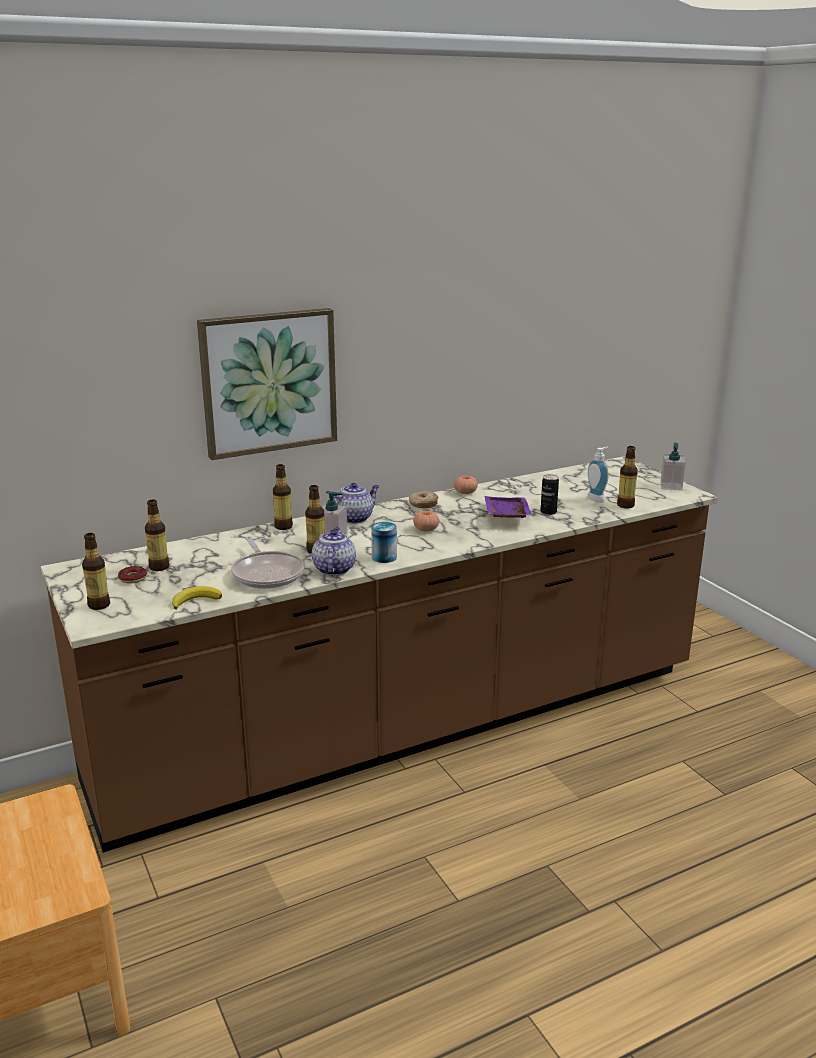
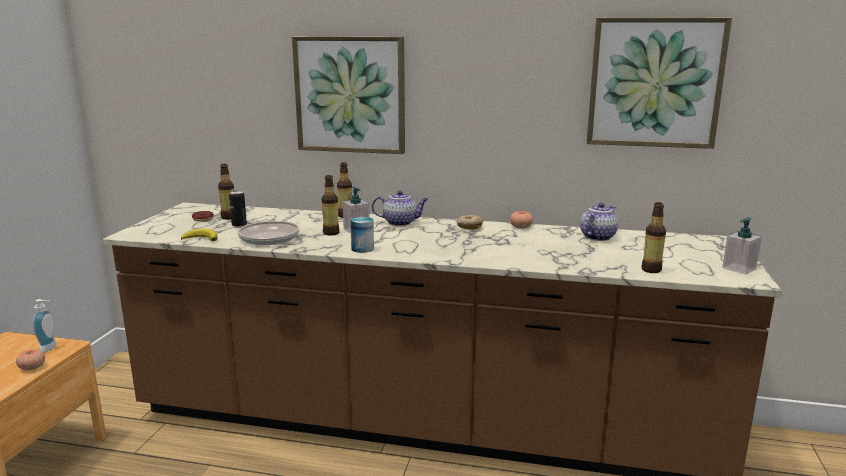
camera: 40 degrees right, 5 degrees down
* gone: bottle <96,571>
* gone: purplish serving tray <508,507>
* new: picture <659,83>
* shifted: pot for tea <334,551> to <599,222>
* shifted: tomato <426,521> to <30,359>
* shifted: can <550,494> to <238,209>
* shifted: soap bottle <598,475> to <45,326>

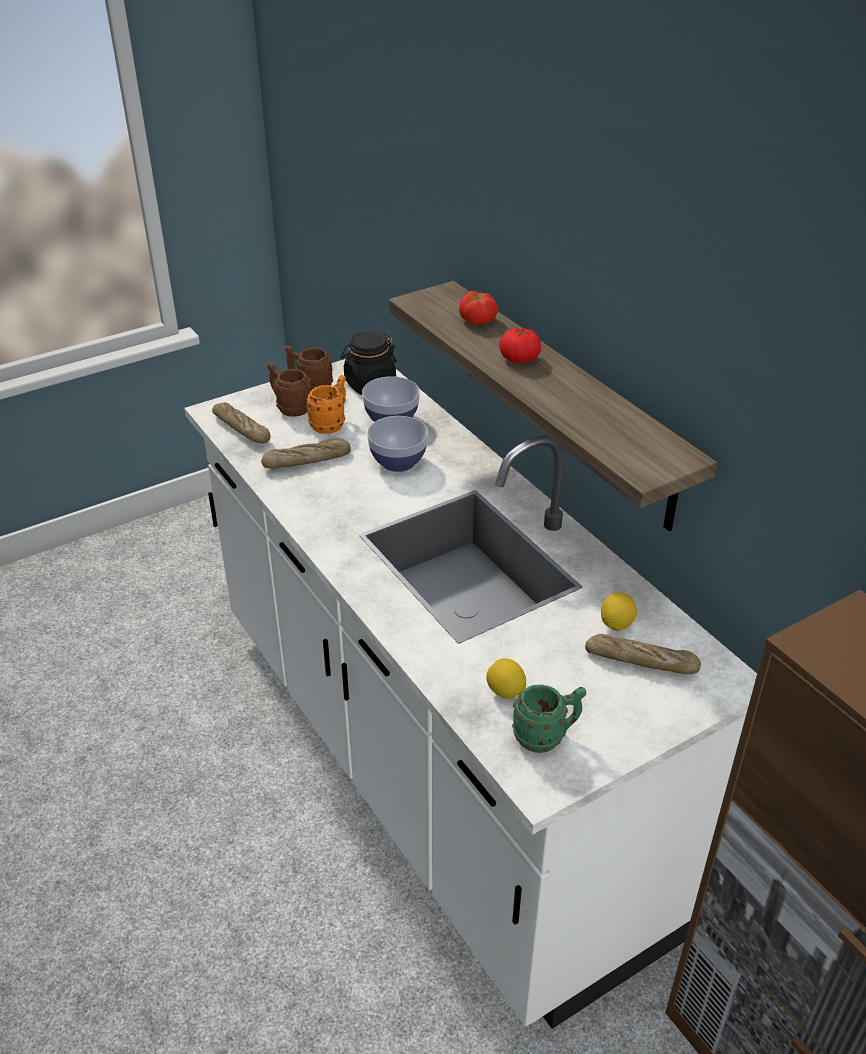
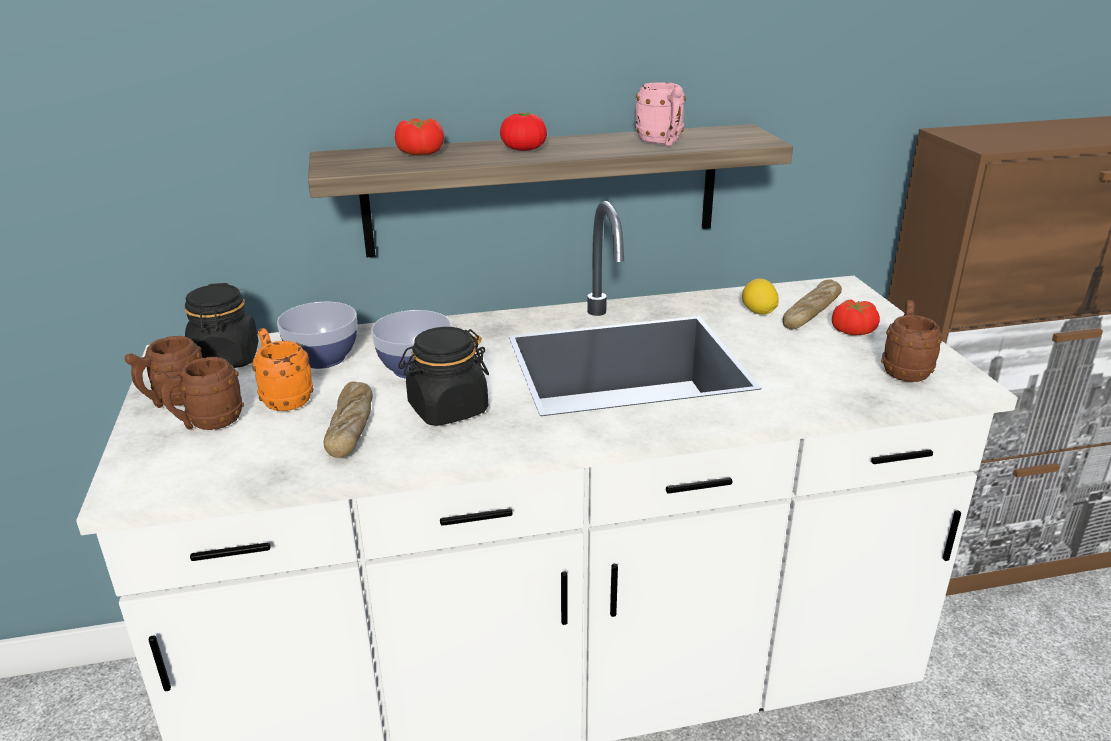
camera: 70 degrees left, 10 degrees down
* gone: baked bread <241,423>
* gone: lemon <506,678>
* new: blackish preserve jar <443,376>
* new: pink coffee mug <660,114>
* new: tomato <856,317>
* repainted: green coffee mug <549,718> to brown coffee mug <912,341>

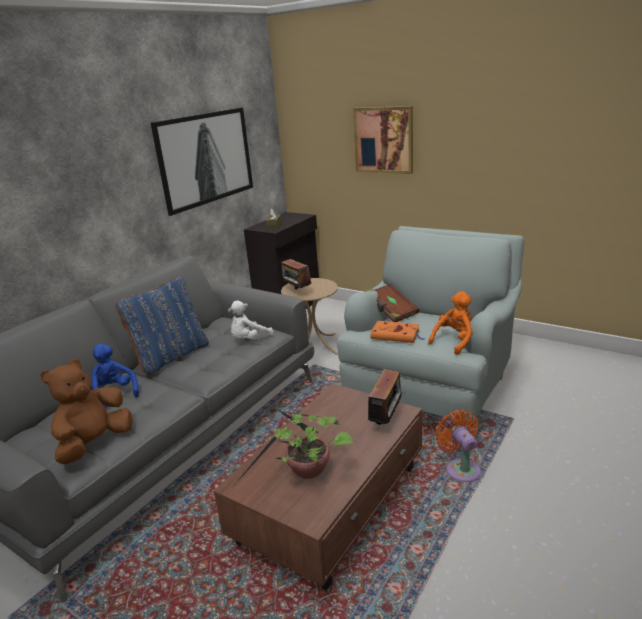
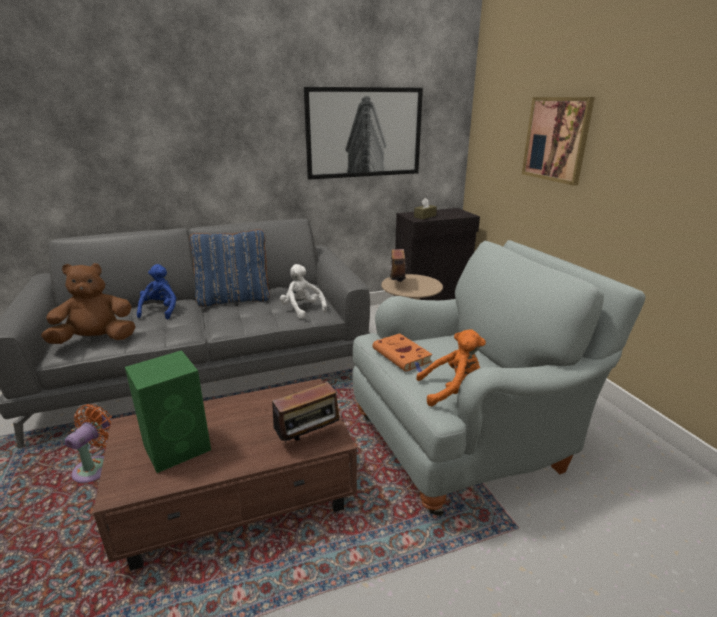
camera: 35 degrees right, 0 degrees up
* gone: brown bound book <394,303>
* shifted: orange electric fan <458,445> to <88,443>
* swapped: plant in a pot <294,446> to green speaker <168,411>
* rotated: white-coloured plush toy <251,320> = <303,291> 60 degrees clockwise

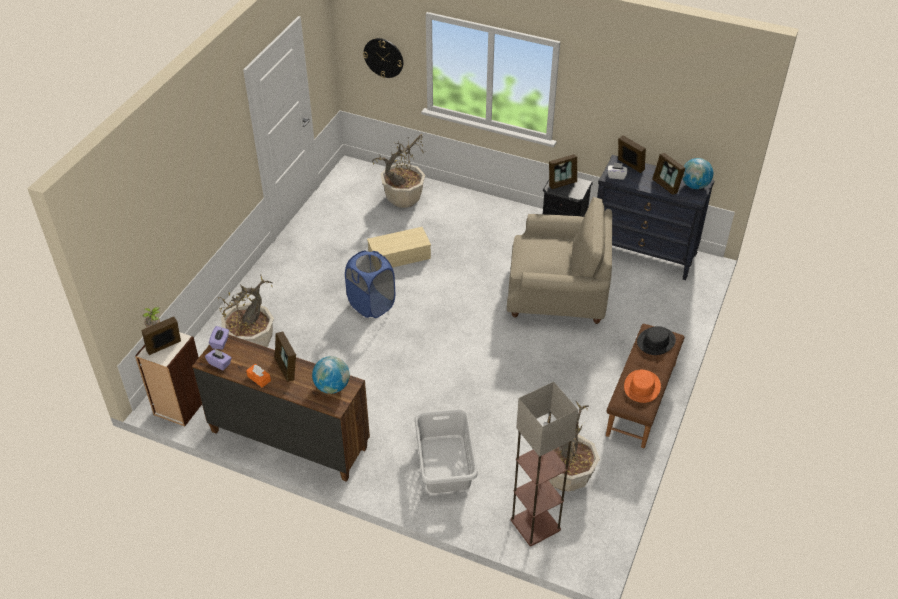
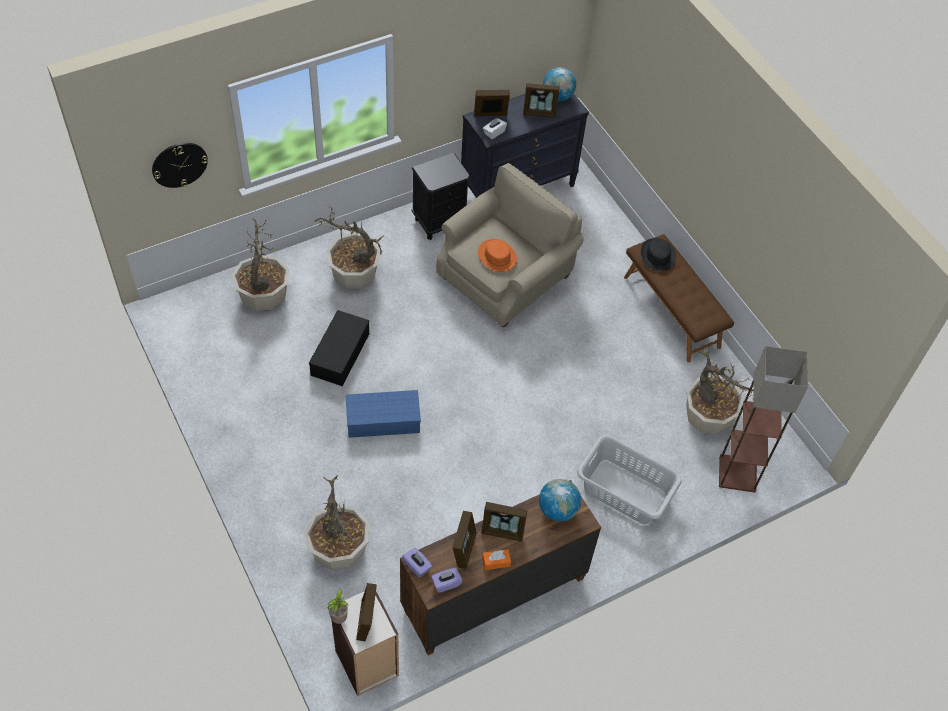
camera: 55 degrees left, 10 degrees up
* new: plant in a pot <349,247>
* shifted: standing frame <563,171> to <464,540>
* shifted: orange wearable hat <642,386> to <497,255>
* swapped: blue-coloured laundry basket <370,284> to blue-coloured storage bin <383,414>
* repainted: beige storage bin <399,247> to blackish storage bin <339,348>

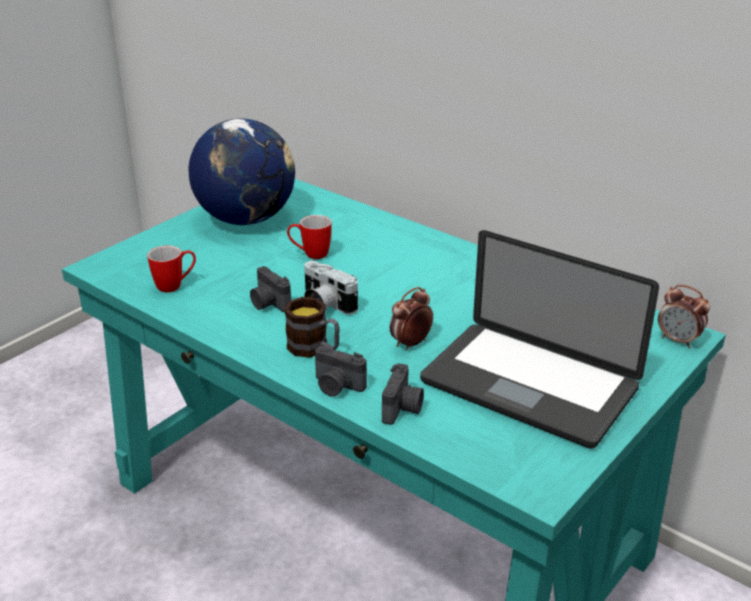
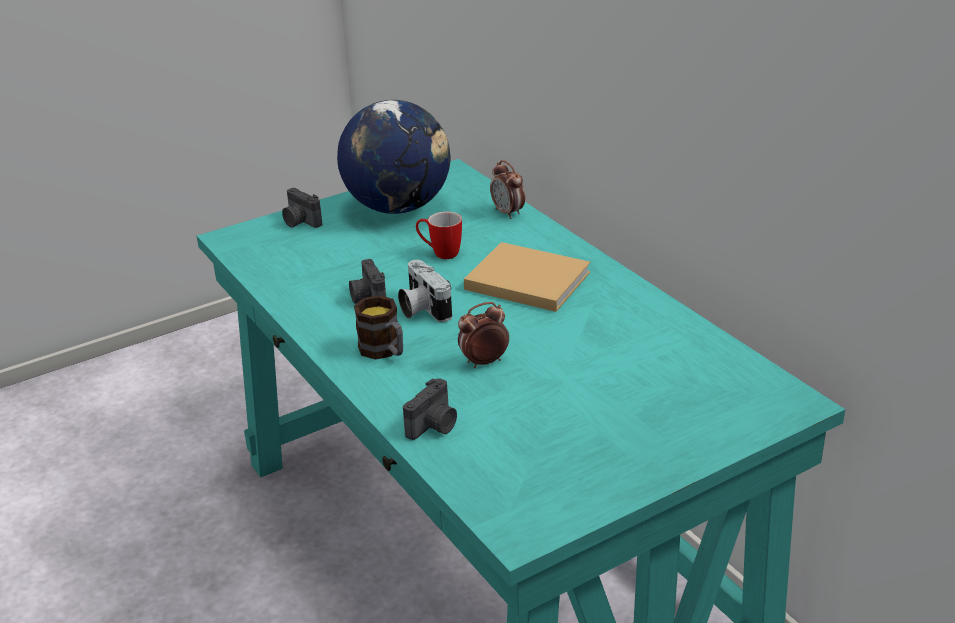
camera: 20 degrees right, 0 degrees up
* gone: coffee mug <171,268>
* gone: notebook computer <539,339>
* new: beige bound book <527,277>
* shifted: still camera <341,371> to <302,208>
* shifted: bedside clock <684,316> to <507,189>

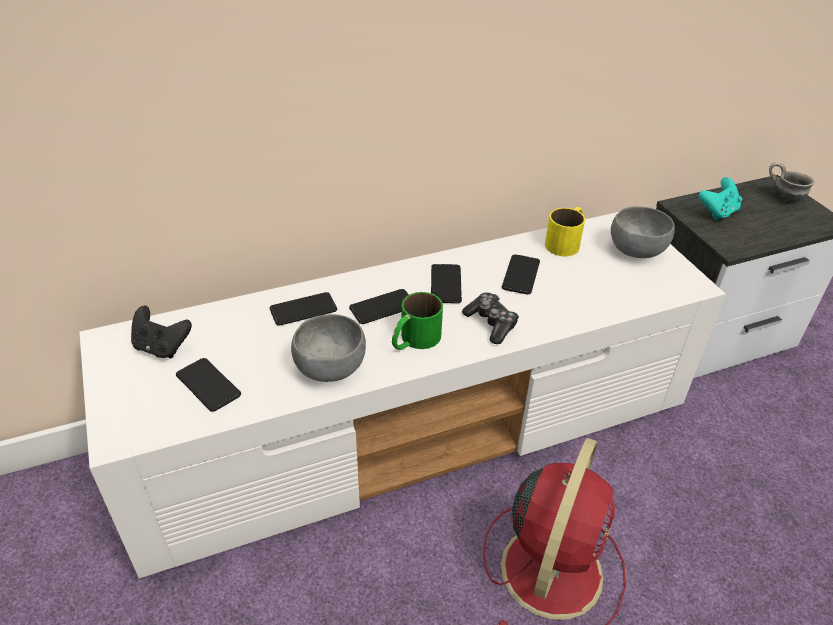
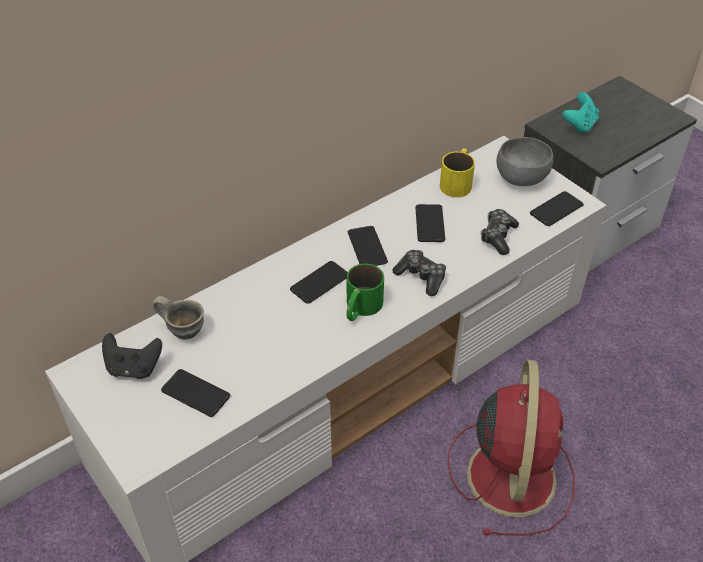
camera: 15 degrees left, 5 degrees up
* gone: grey serving bowl <328,348>
* new: joypad <500,232>
* shifted: handset <303,309> to <557,208>
* shifted: grey coffee mug <792,182> to <178,318>

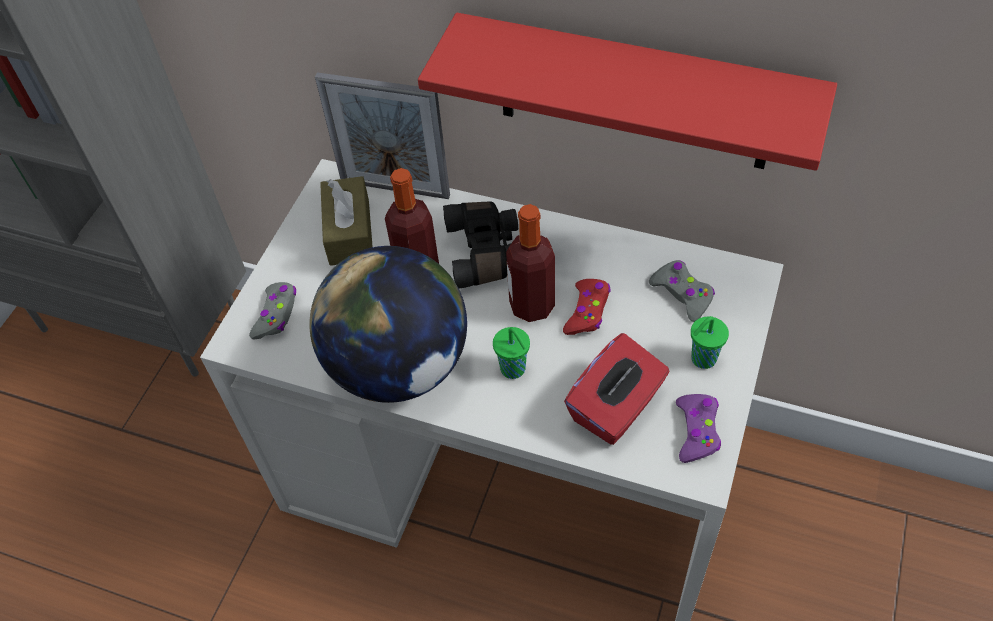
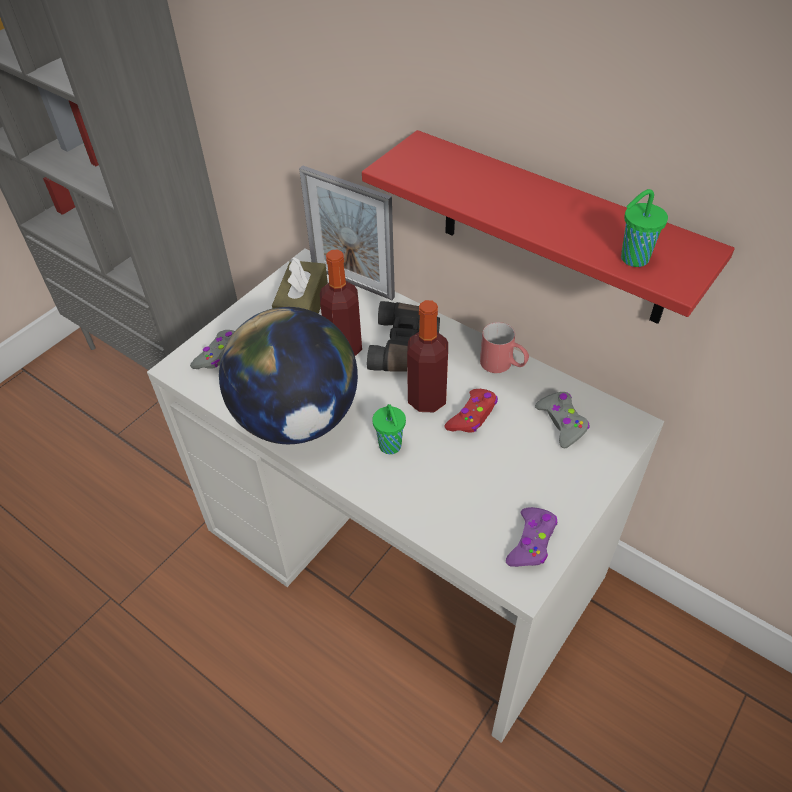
camera: 15 degrees right, 5 degrees down
* gone: reddish tissue box <617,389>
* new: reddish coffee mug <504,347>
* shifted: green small cup <710,342> to <644,228>

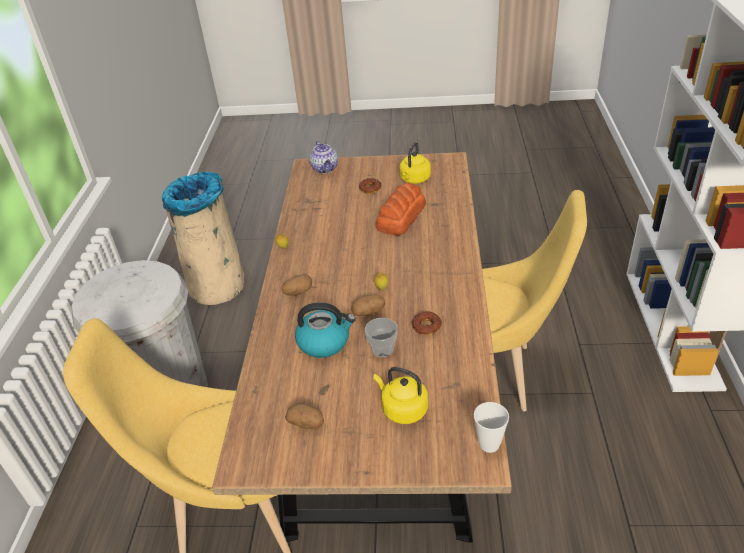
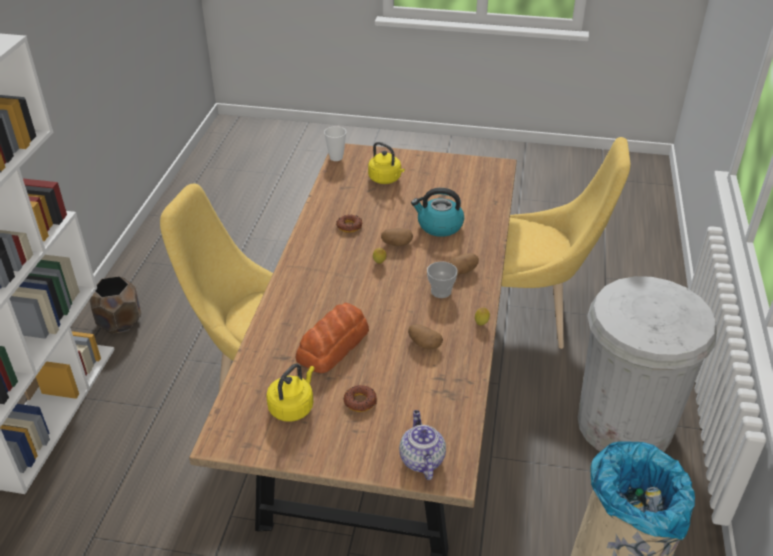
camera: 175 degrees left, 0 degrees up
* new: brown planter <115,305>
* shifted: potato <304,416> to <425,337>
* shifted: small cup <381,337> to <442,279>

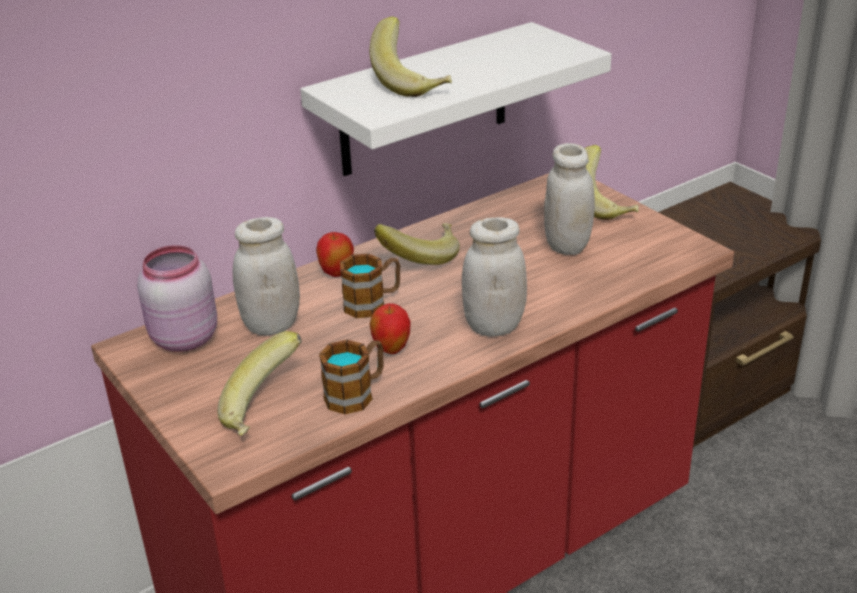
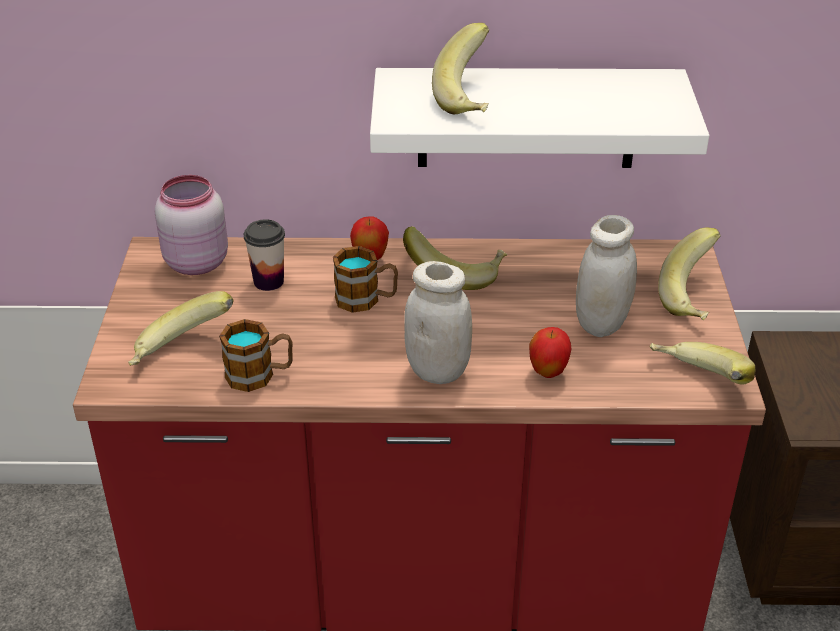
camera: 35 degrees right, 5 degrees up
* new: banana <702,363>
* shifted: apple fruit <390,328> to <550,352>
* swapped: white-coloured preserve jar <266,276> to small cup <264,255>

